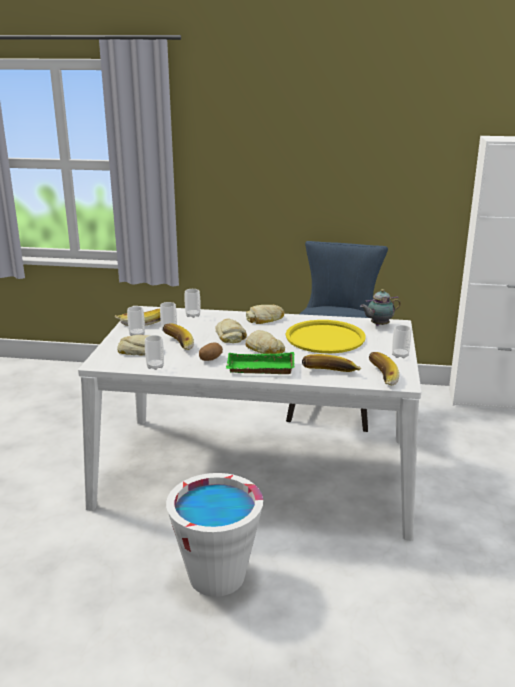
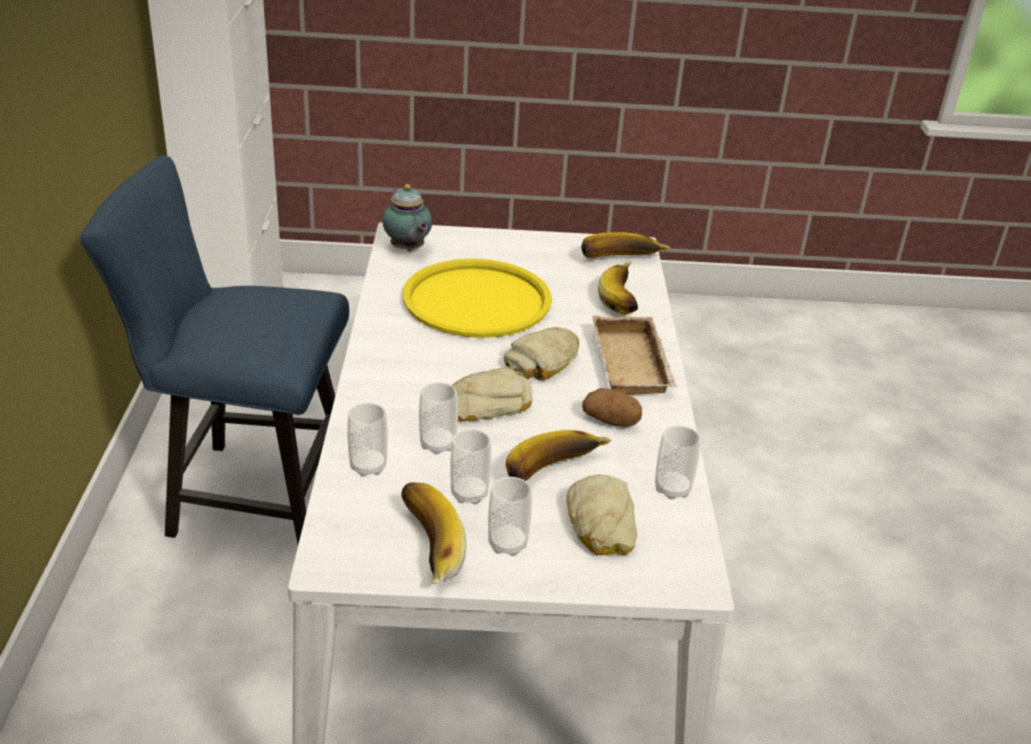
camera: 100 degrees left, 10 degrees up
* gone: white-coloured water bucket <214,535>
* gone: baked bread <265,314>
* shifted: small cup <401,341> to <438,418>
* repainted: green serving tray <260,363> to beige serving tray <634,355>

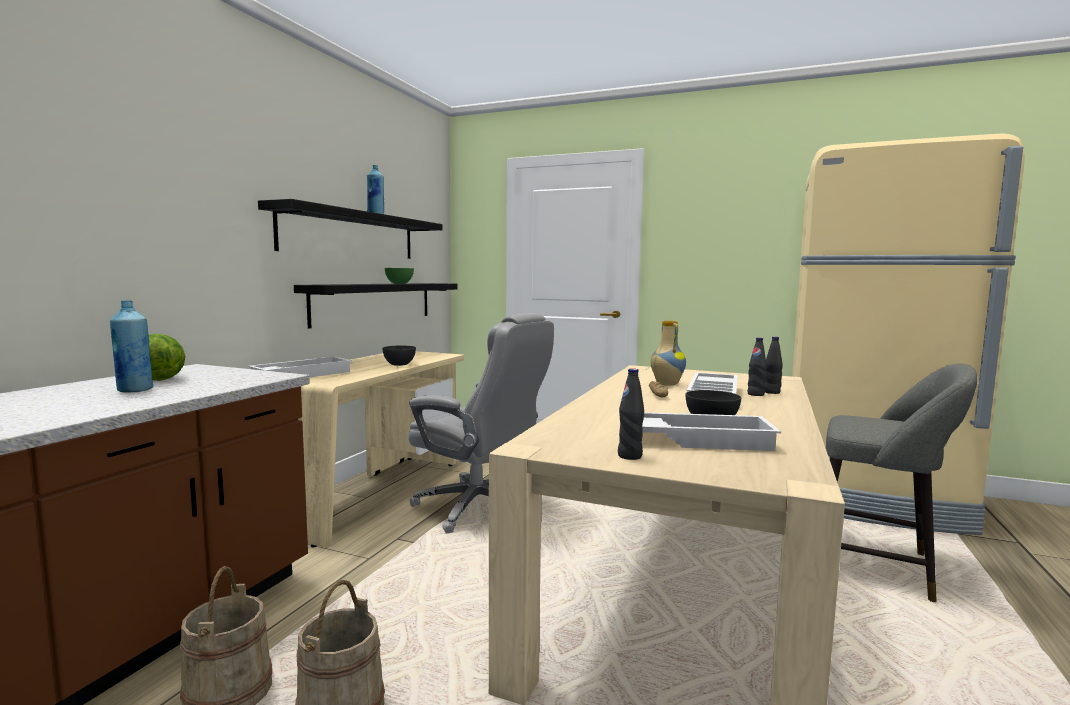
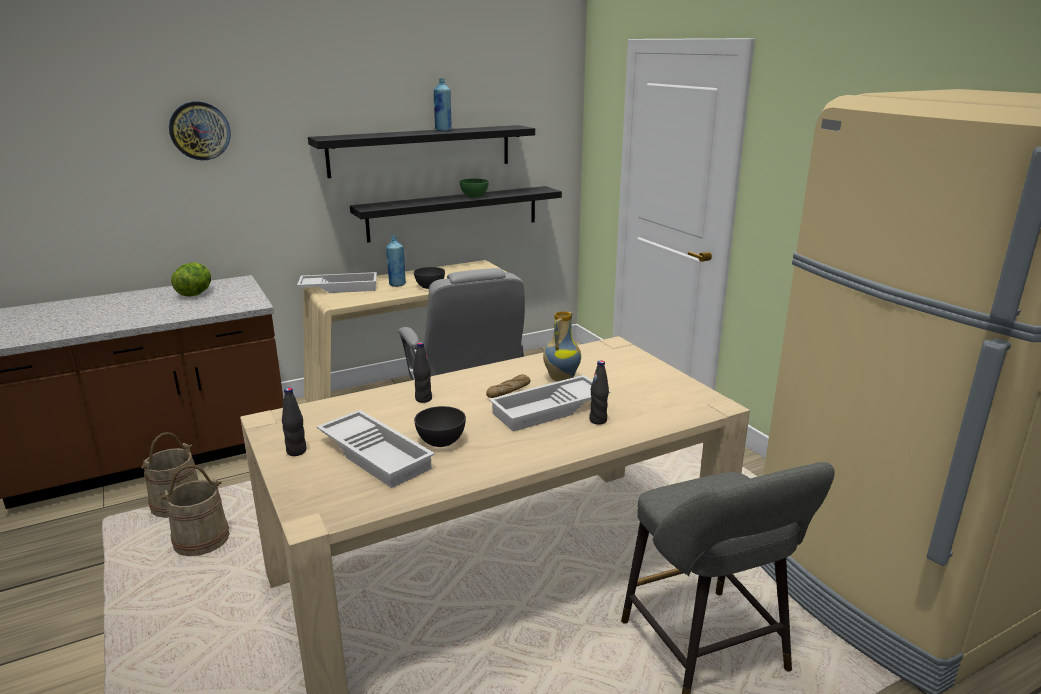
camera: 40 degrees right, 15 degrees up
* new: hanging clock <200,130>
* shifted: blue-coloured bottle <132,346> to <396,261>
* shifted: blackish bottle <774,365> to <422,372>

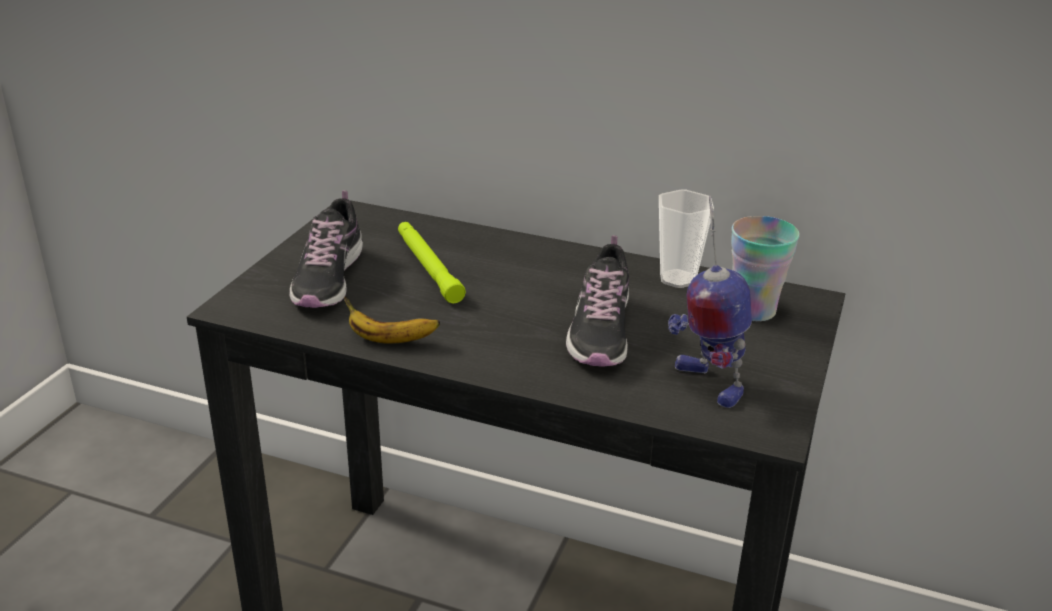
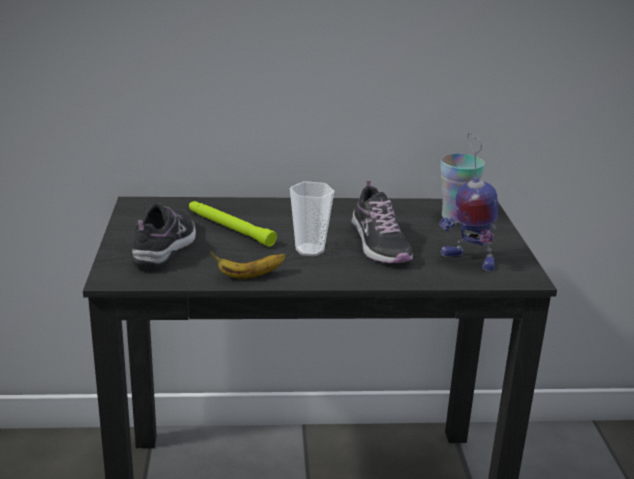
camera: 25 degrees left, 5 degrees down
* shifted: small cup <686,238> to <312,218>
* rotated: shoe <326,249> = <164,235> 150 degrees counterclockwise

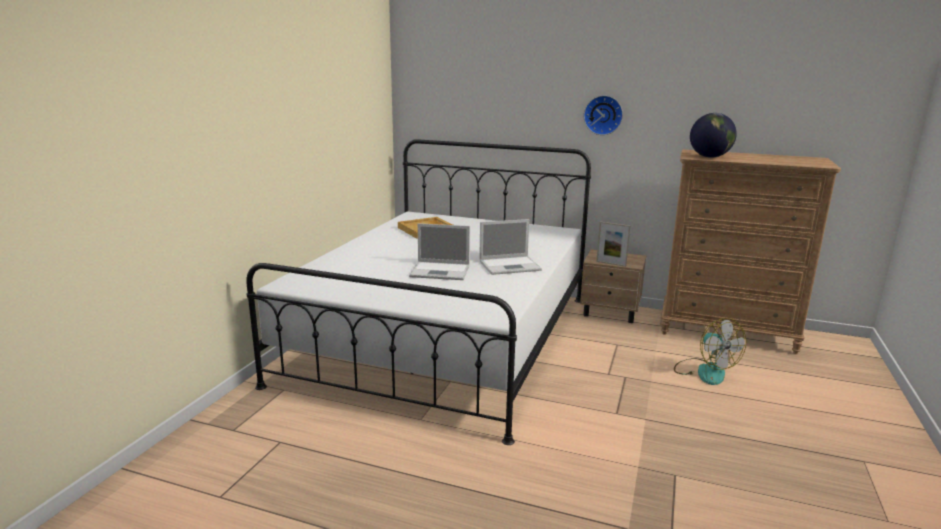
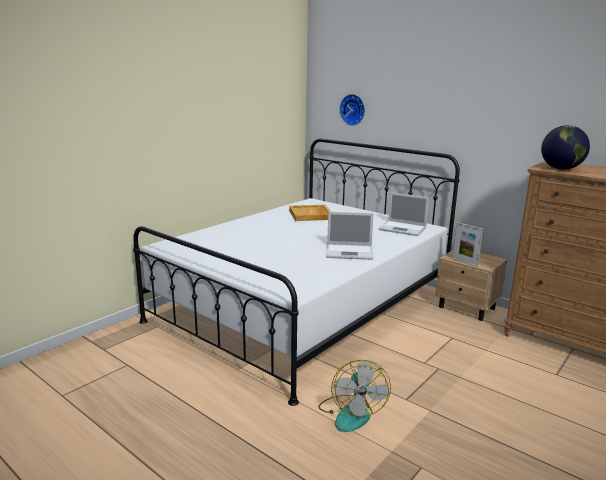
camera: 20 degrees right, 0 degrees up
* shifted: notebook computer <439,251> to <404,214>
* shifted: hanging clock <603,115> to <352,110>
* shifted: electric fan <710,351> to <354,396>

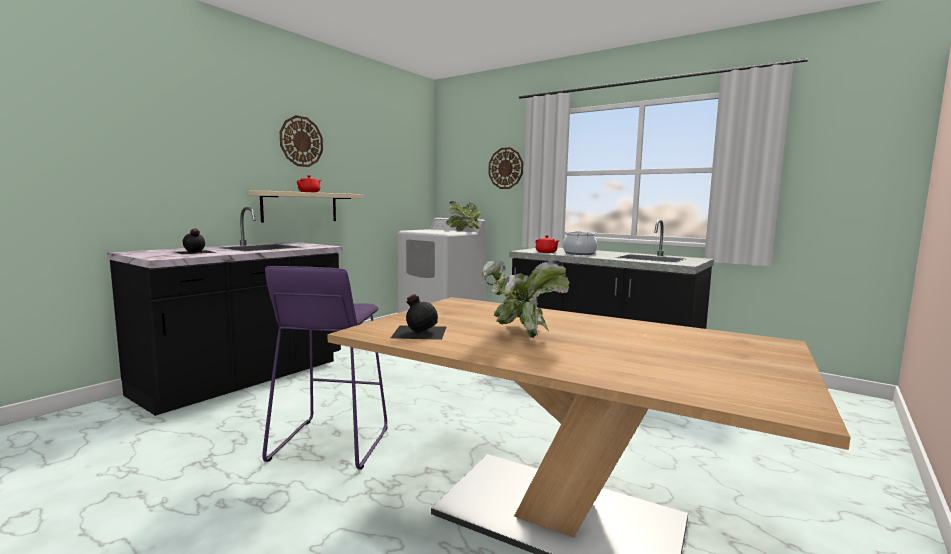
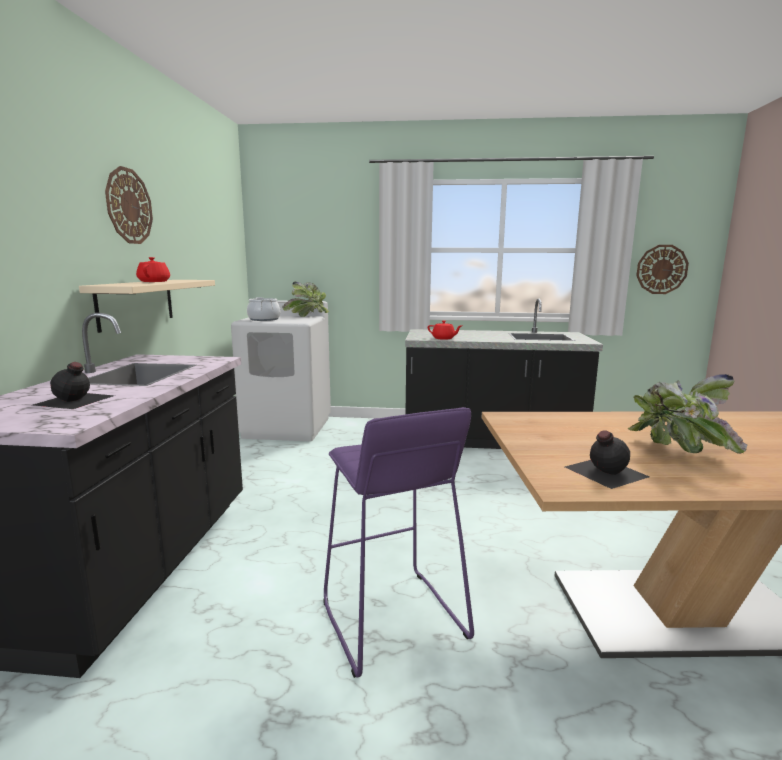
camera: 30 degrees left, 5 degrees up
* shifted: hanging clock <505,168> to <662,269>
* shifted: cooking pot <580,243> to <263,309>

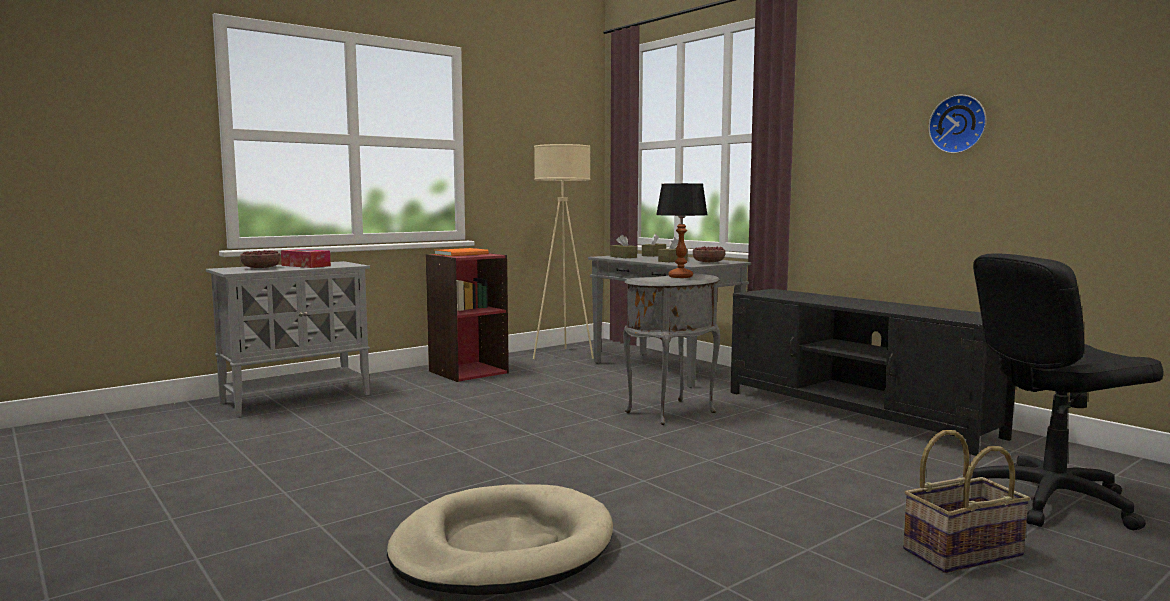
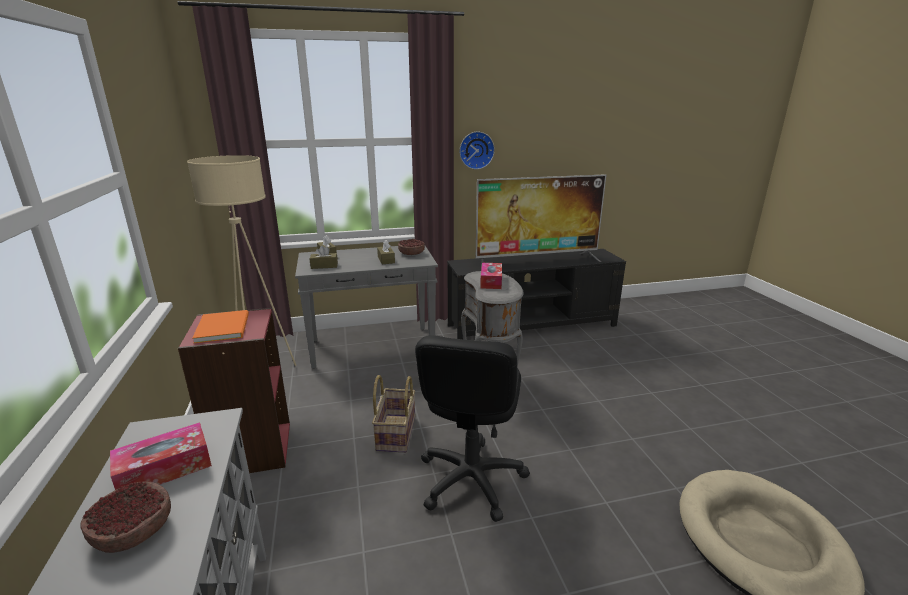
camera: 65 degrees left, 15 degrees up
* new: TV set <541,221>
* shifted: basket <966,501> to <393,414>
* shifted: hanging clock <957,124> to <477,150>
* shifted: blackish desk chair <1067,391> to <472,428>
* swapped: lamp for a table <681,230> to tissue box <491,276>

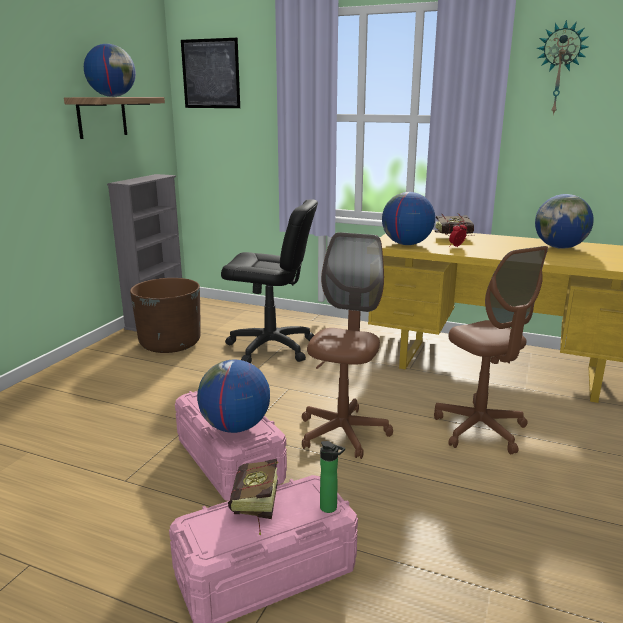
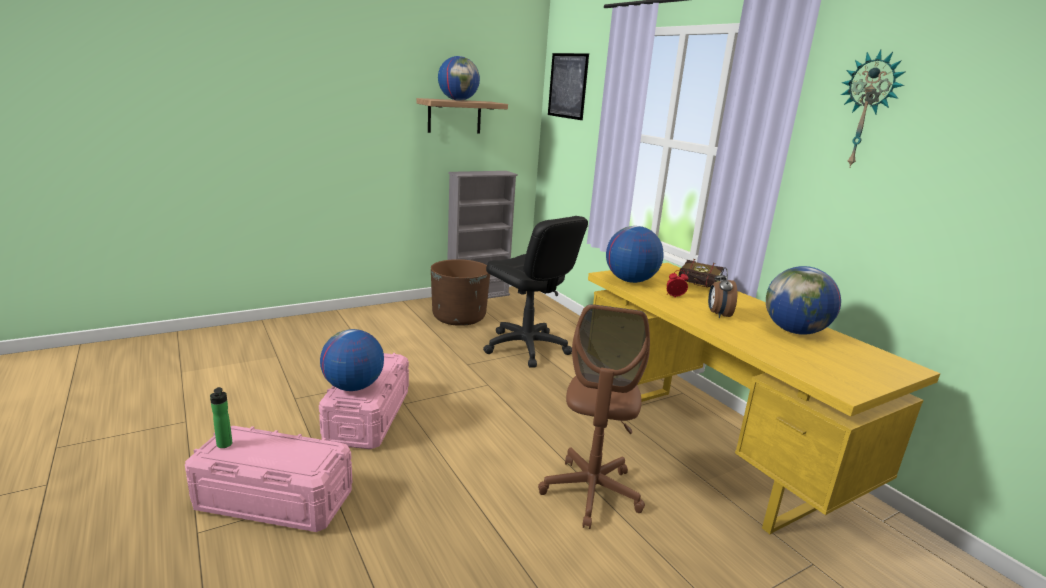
camera: 35 degrees right, 0 degrees up
* gone: bound book <253,497>
* gone: brown desk chair <347,345>
* new: bedside clock <722,293>
* shifted: bottle <332,477> to <221,417>

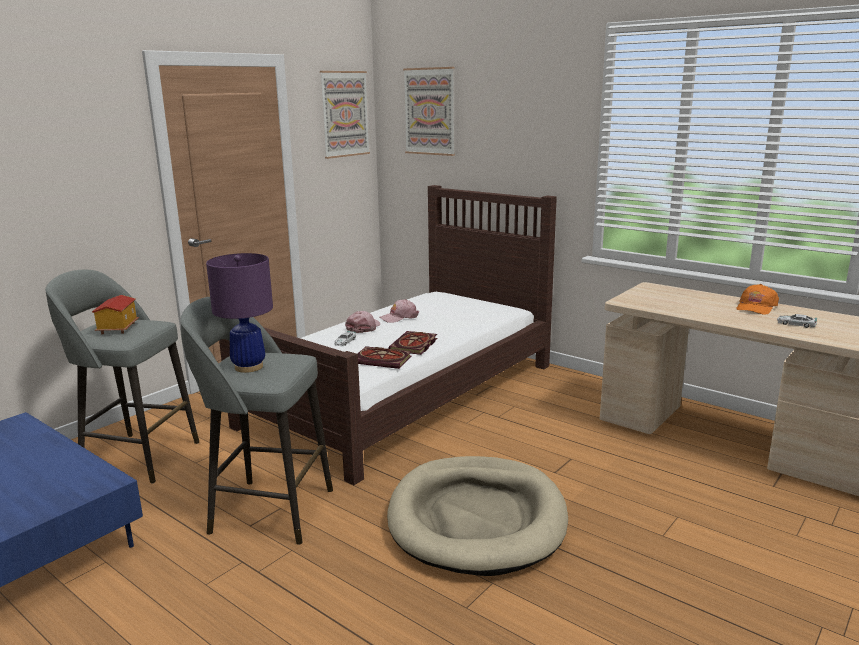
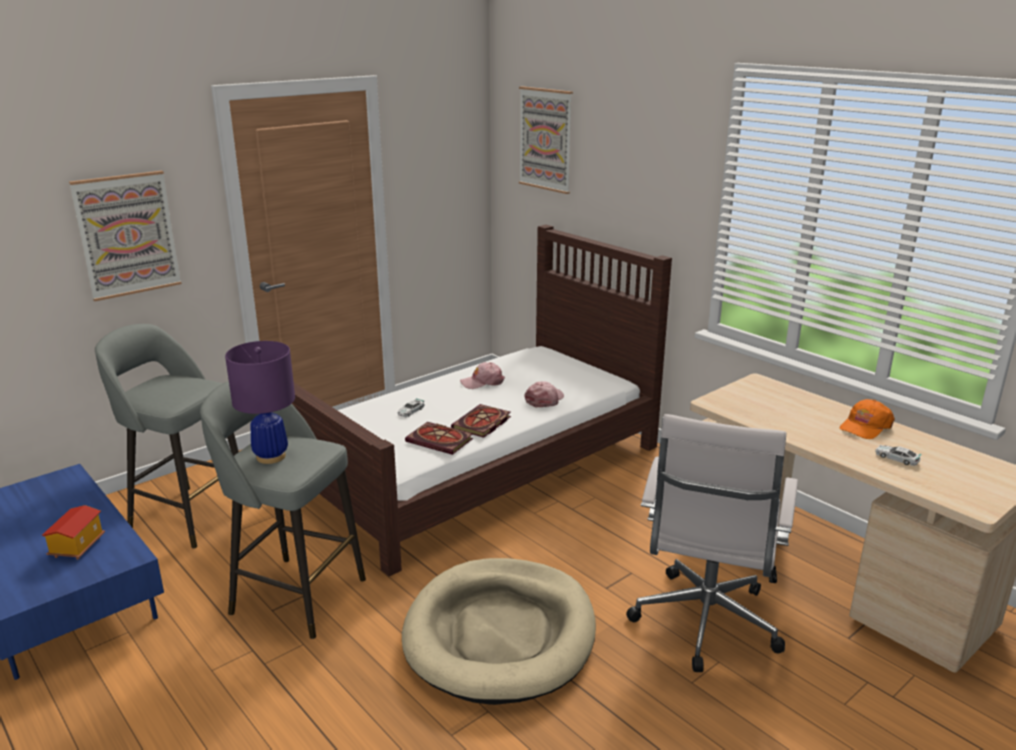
camera: 10 degrees right, 5 degrees up
* new: white-coloured desk chair <712,543>
* shifted: toy house <115,314> to <73,532>
* shifted: picture <345,115> to <125,236>
* shifted: pink peaked cap <362,322> to <544,395>

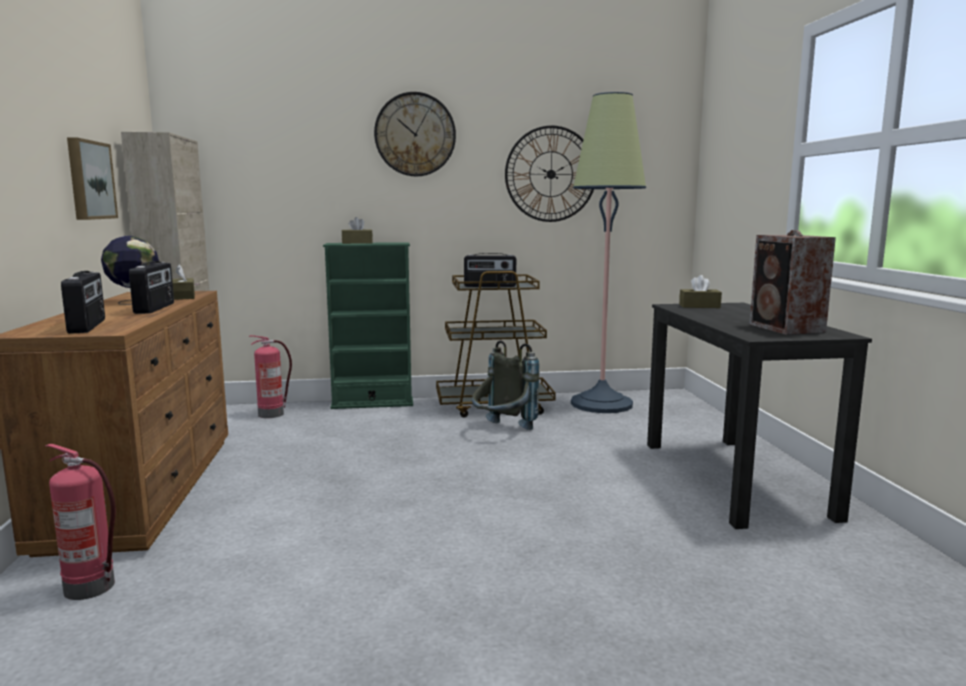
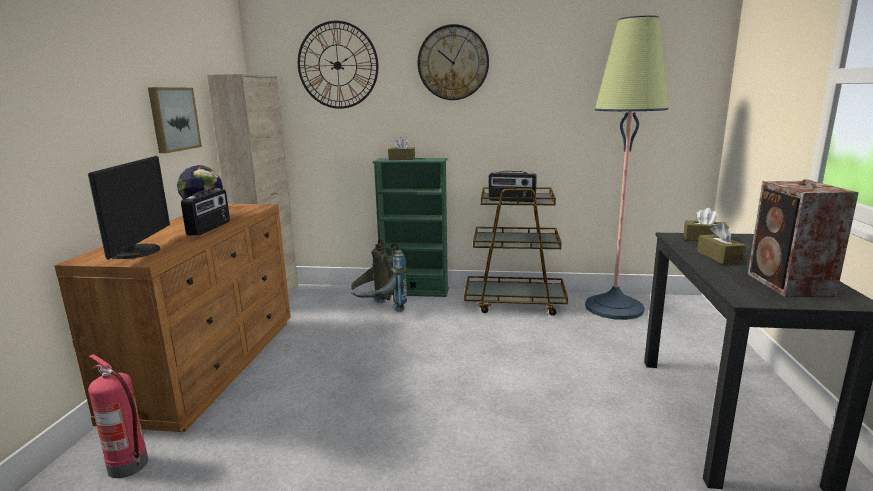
camera: 15 degrees right, 5 degrees up
* gone: extinguisher <270,376>
* shifted: brown tissue box <183,282> to <721,243>
* shifted: grey knapsack <505,385> to <378,275>
* shifted: hanging clock <549,174> to <338,65>
* swapped: radio set <83,302> to monitor <129,207>

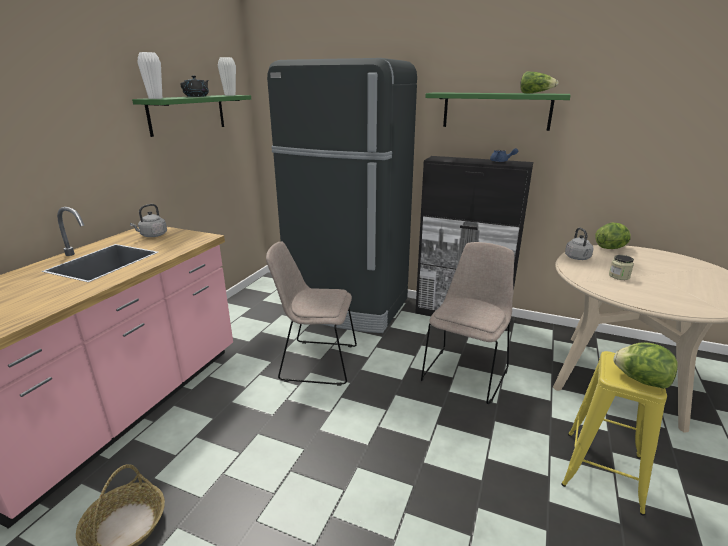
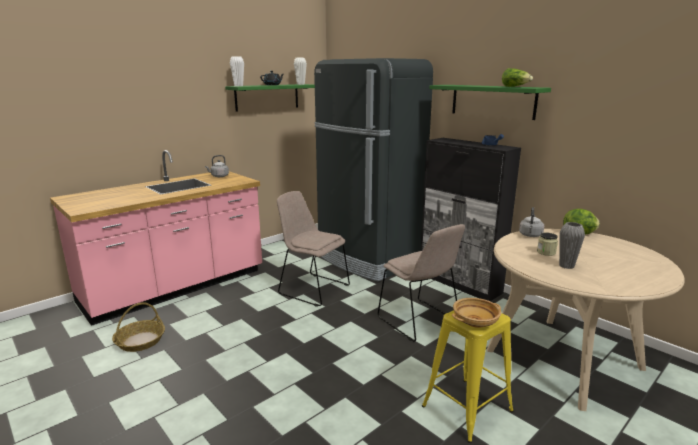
camera: 25 degrees right, 5 degrees down
* new: grey flower vase <572,245>
* swapped: lettuce <645,365> to beige serving bowl <476,313>
* rotated: beige chair <467,323> = <421,283> 90 degrees clockwise

